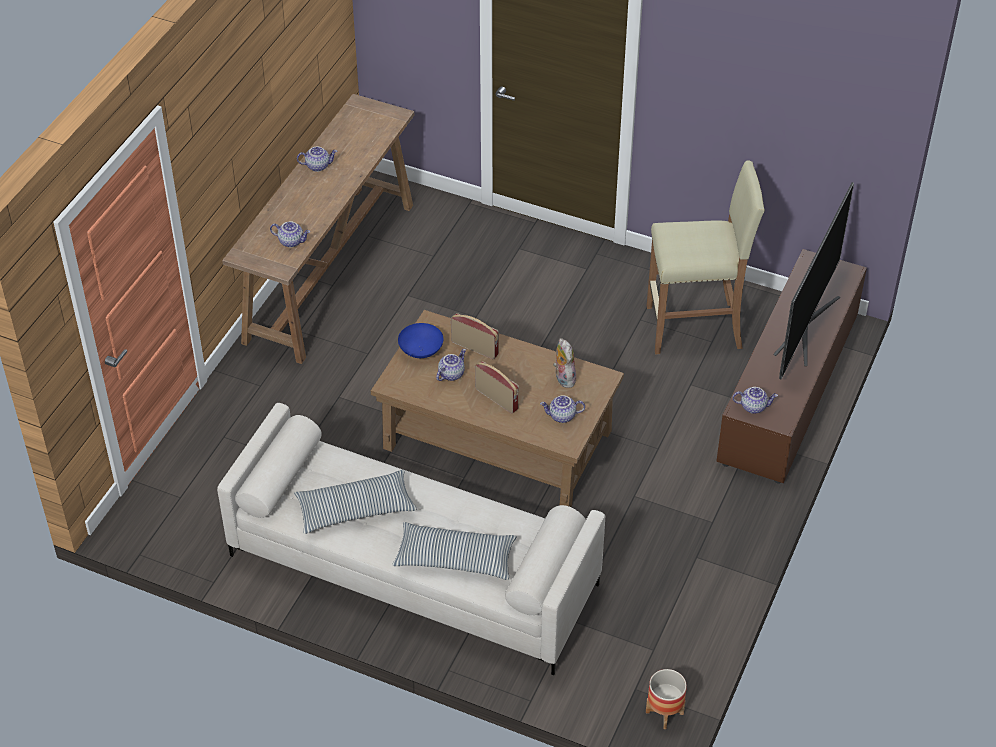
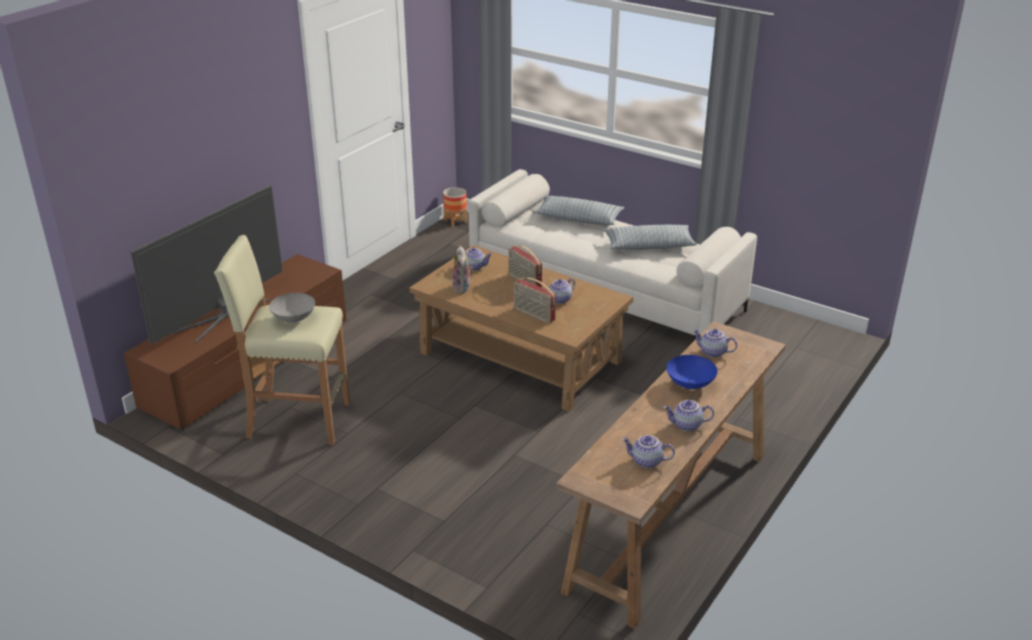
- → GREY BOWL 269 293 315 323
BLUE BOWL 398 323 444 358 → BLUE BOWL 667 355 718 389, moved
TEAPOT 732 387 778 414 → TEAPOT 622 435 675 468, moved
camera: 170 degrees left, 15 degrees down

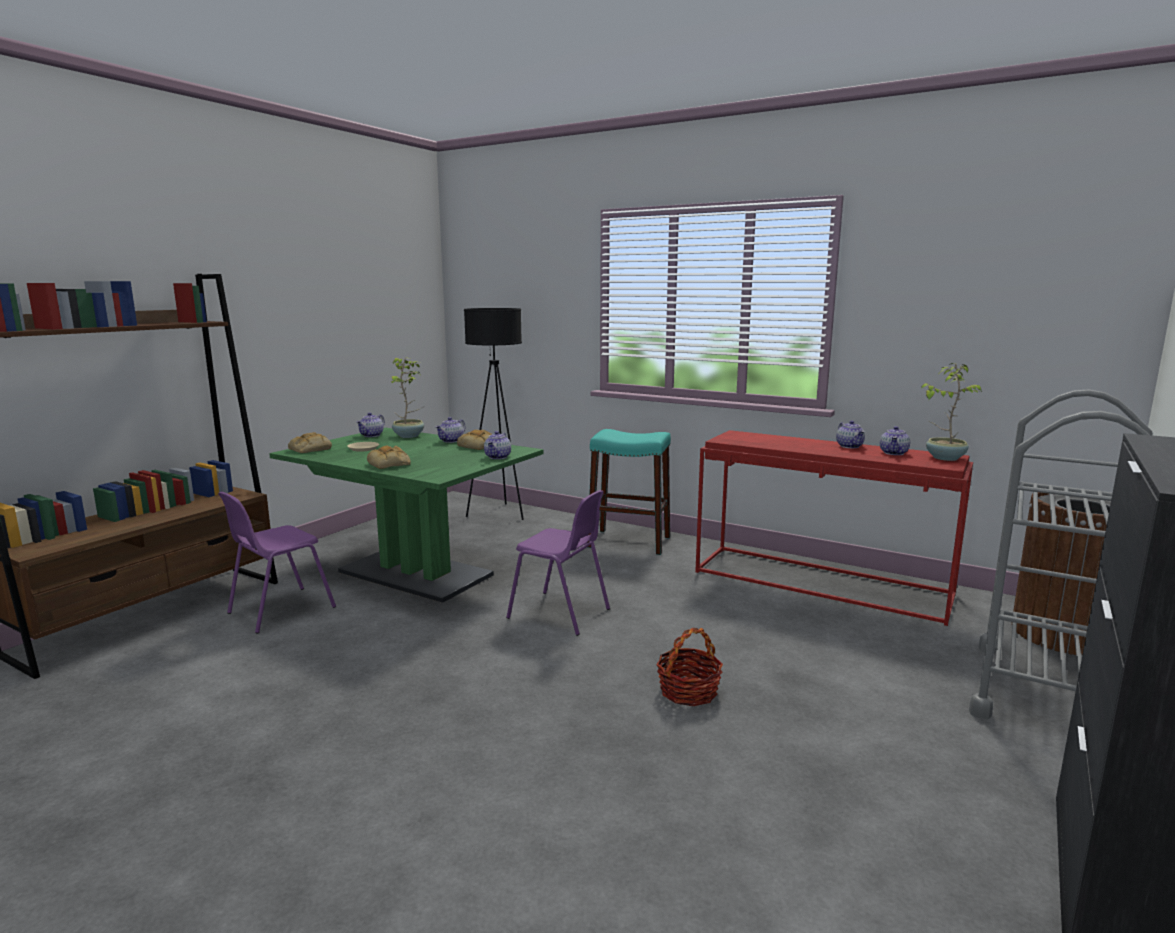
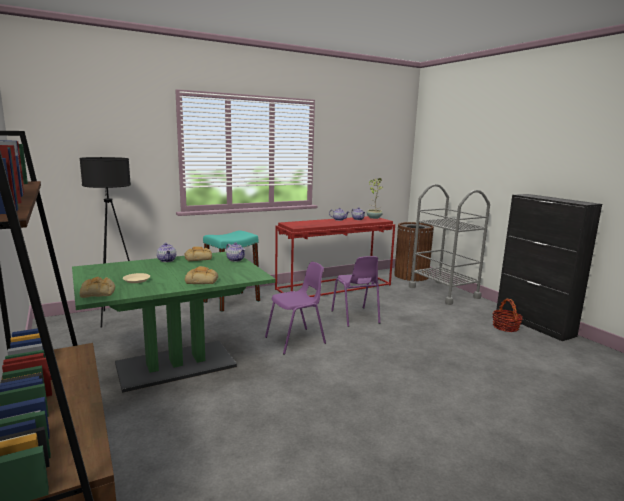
TEAPOT 356 413 385 437 → -
PLANT IN A POT 391 358 424 438 → -
PURPLE CHAIR 218 492 336 633 → PURPLE CHAIR 331 256 380 327, moved
STORAGE BASKET 656 628 723 706 → STORAGE BASKET 492 298 523 332, moved
camera: 60 degrees left, 0 degrees up

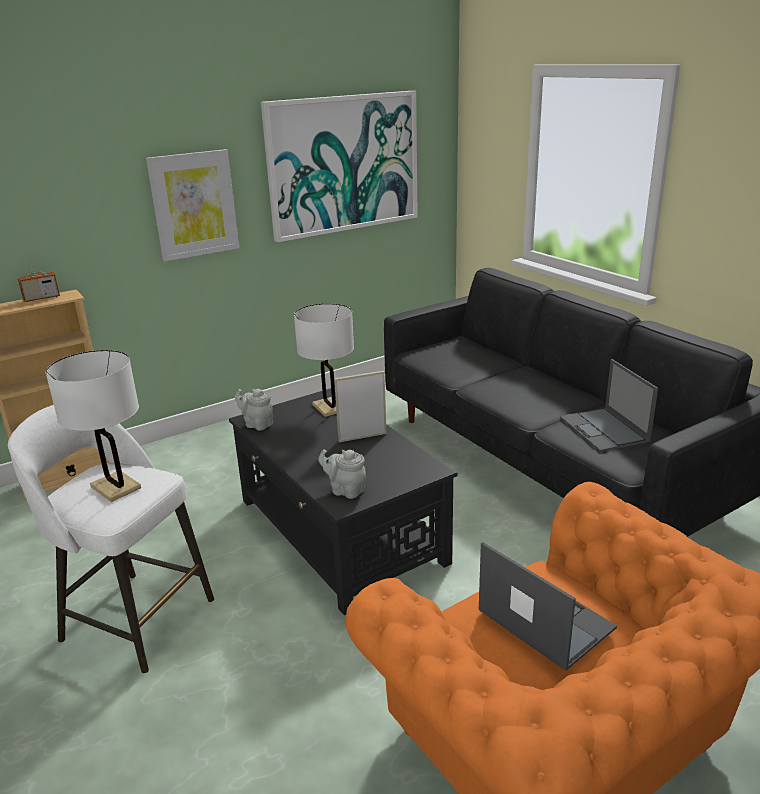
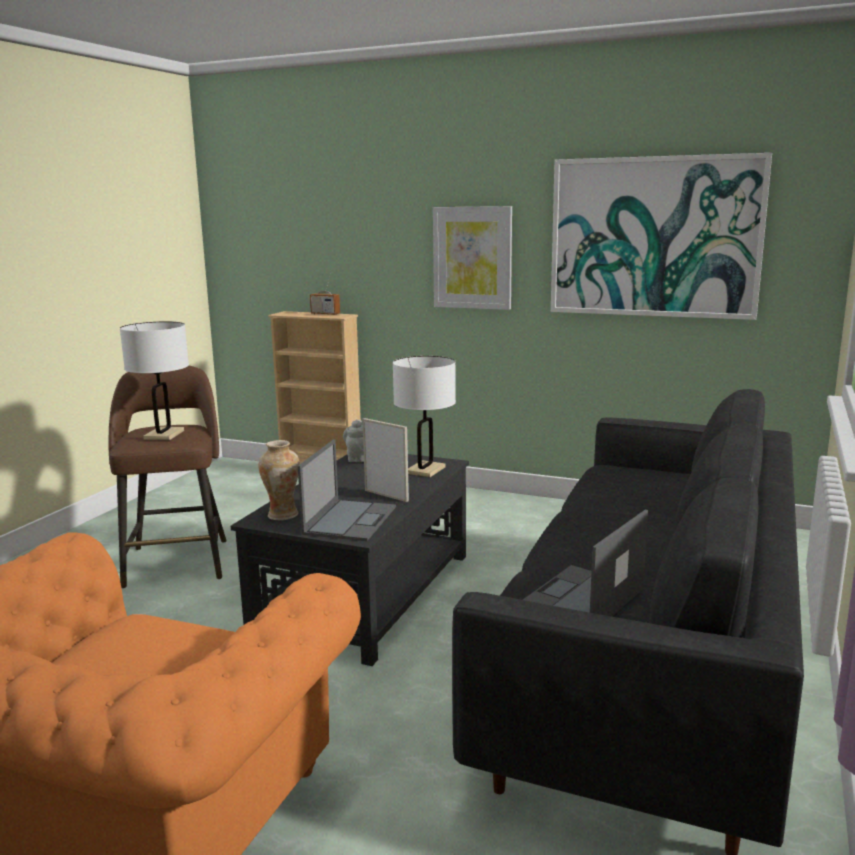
PORTABLE COMPUTER 478 542 617 671 → PORTABLE COMPUTER 298 439 396 541, moved
GREY TEAPOT 318 449 366 499 → VASE 259 440 300 520
WHITE-COLOURED STOOL 8 405 214 673 → BROWN STOOL 109 366 227 588
camera: 55 degrees right, 10 degrees down

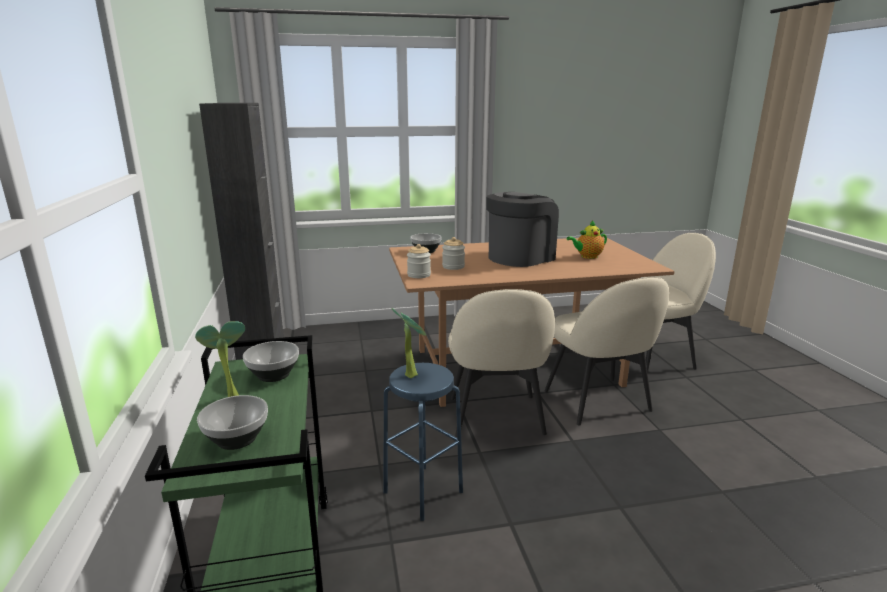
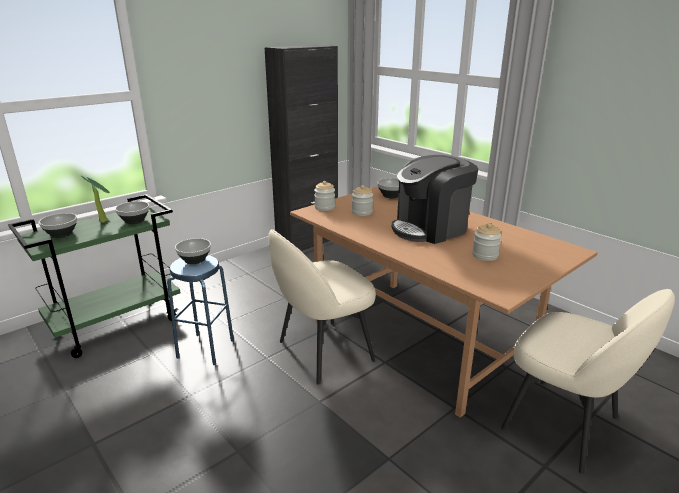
SAND-COLOURED CHAIR 545 277 669 425 → -
PLANT IN A POT 392 308 426 378 → BOWL 175 238 211 264
TEAPOT 567 220 607 259 → JAR 472 223 502 261
COFFEE BREWER 486 192 559 267 → COFFEE BREWER 392 155 478 244, 135 degrees clockwise
camera: 60 degrees right, 5 degrees up

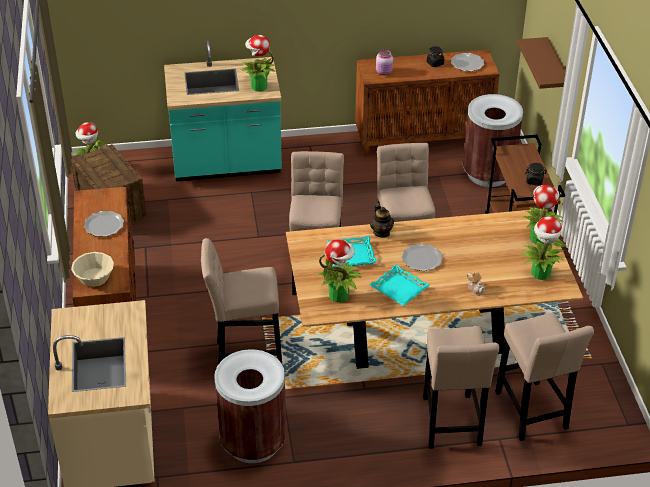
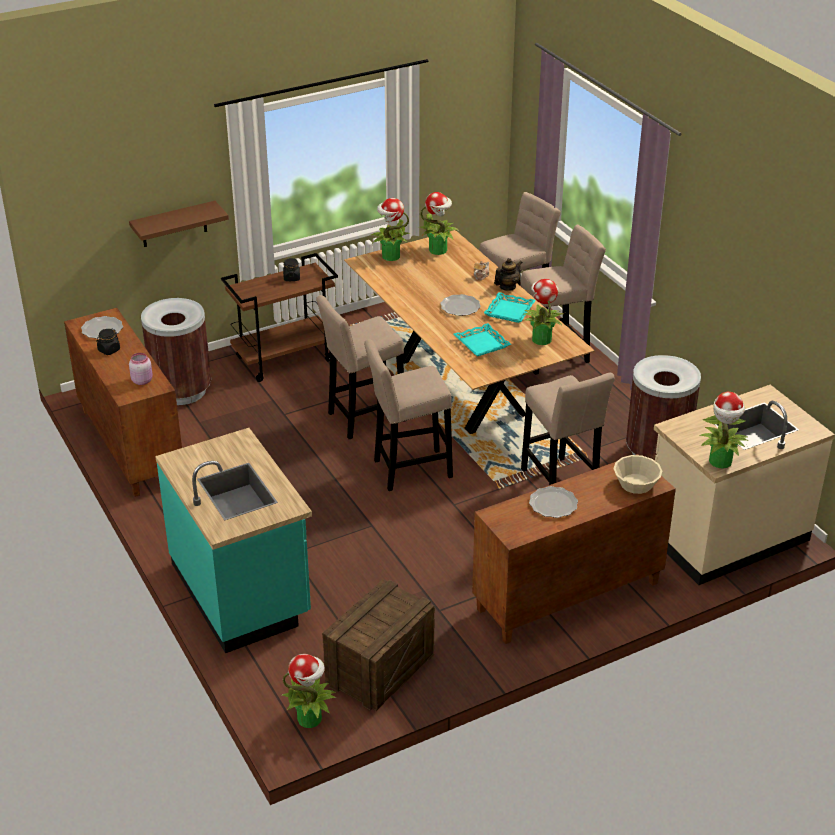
PLANT IN A POT 239 35 276 92 → PLANT IN A POT 699 392 749 468, moved
TEAPOT 370 203 394 238 → TEAPOT 494 258 523 291, moved
camera: 110 degrees left, 5 degrees down

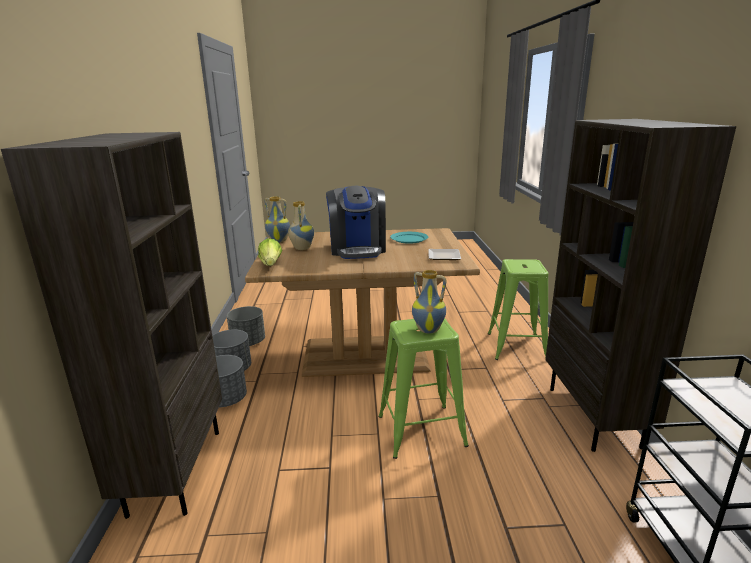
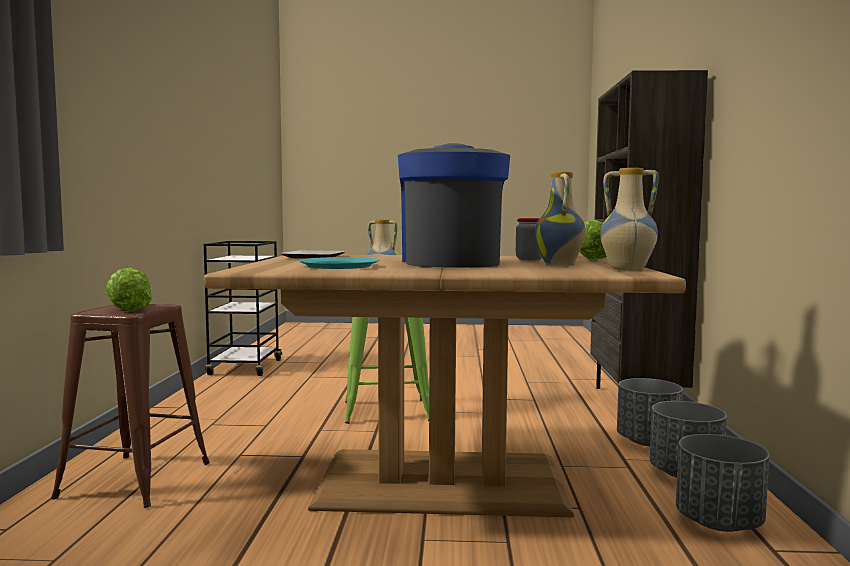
BROWN SHELVING UNIT 545 119 736 452 → -
- → LETTUCE 105 268 152 311
- → JAR 516 218 542 260
GREEN-COLOURED STOOL 488 259 549 360 → BROWN STOOL 51 304 210 508
camera: 175 degrees left, 15 degrees down

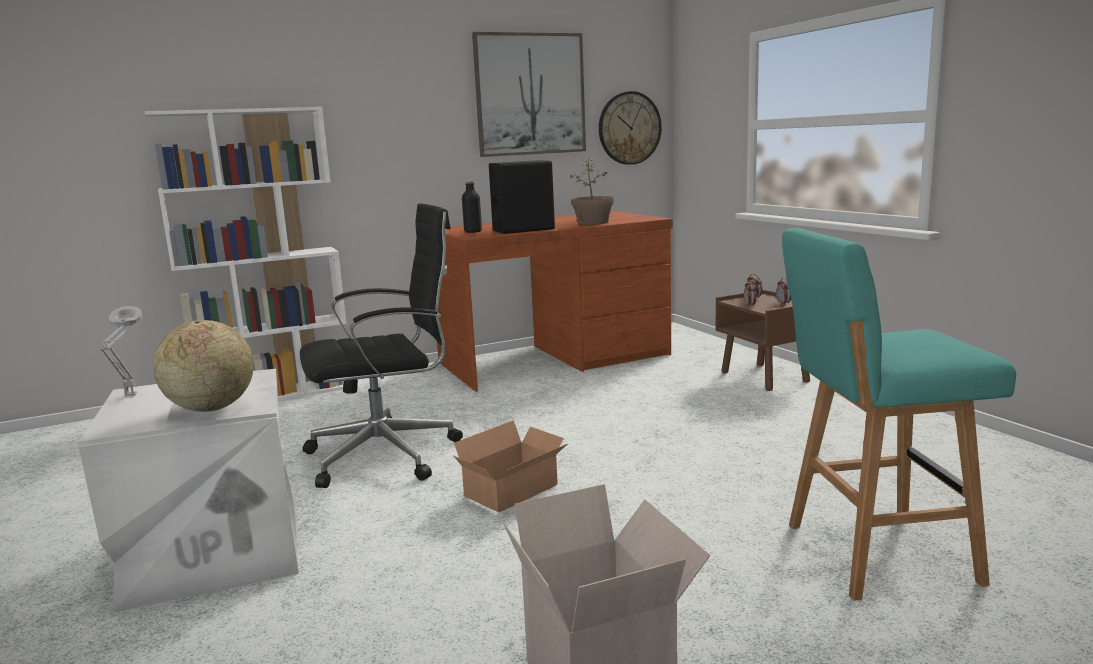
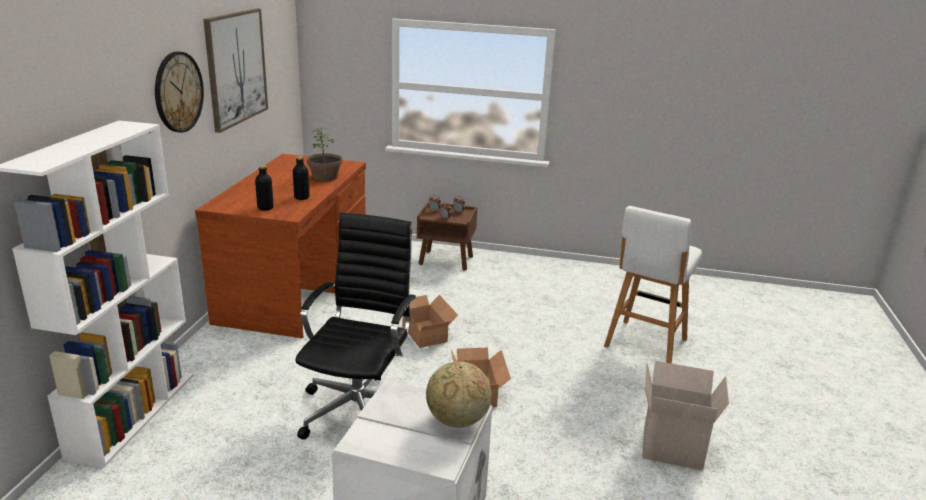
GREY TABLETOP LAMP 100 306 142 397 → -
- → PACKING BOX 402 295 458 348
CLOCK ON THE WALL 599 91 662 165 → CLOCK ON THE WALL 155 51 204 133, moved
BLACKISH LOUDSPEAKER 489 160 555 234 → BLACKISH BEVERAGE BOTTLE 293 156 310 200
TURQUOISE-COLOURED STOOL 782 228 1016 601 → WHITE-COLOURED STOOL 604 206 702 364
camera: 55 degrees left, 10 degrees up

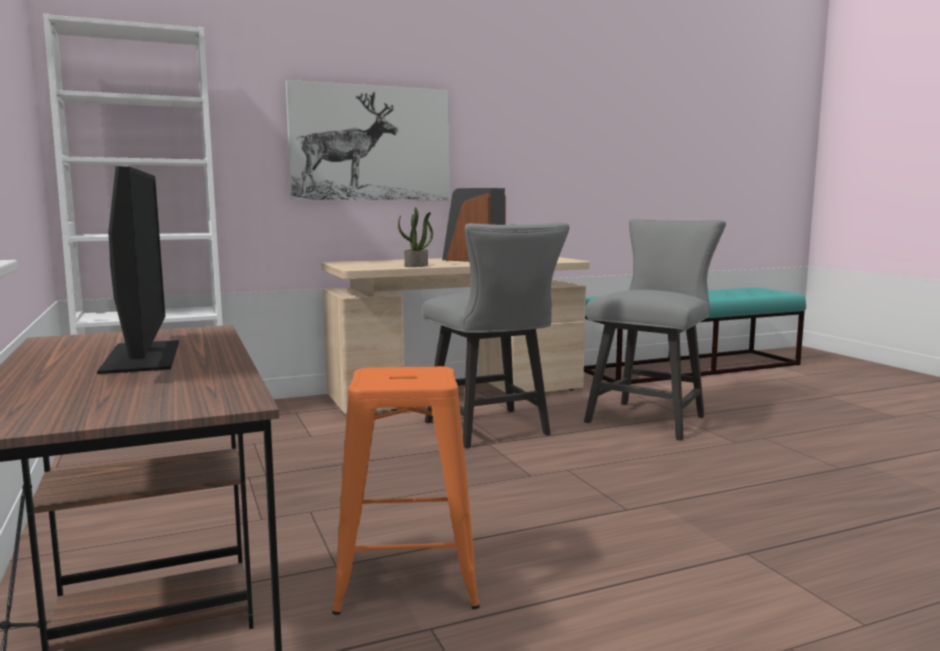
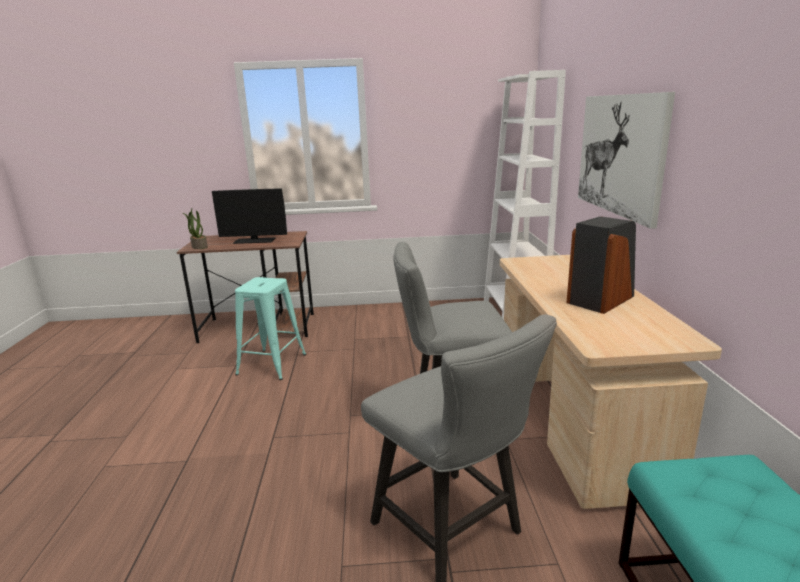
PLANT IN A POT 398 207 433 267 → PLANT IN A POT 183 208 208 249, moved
ORANGE-COLOURED STOOL 332 366 480 615 → TURQUOISE-COLOURED STOOL 235 277 306 380
camera: 110 degrees right, 10 degrees up

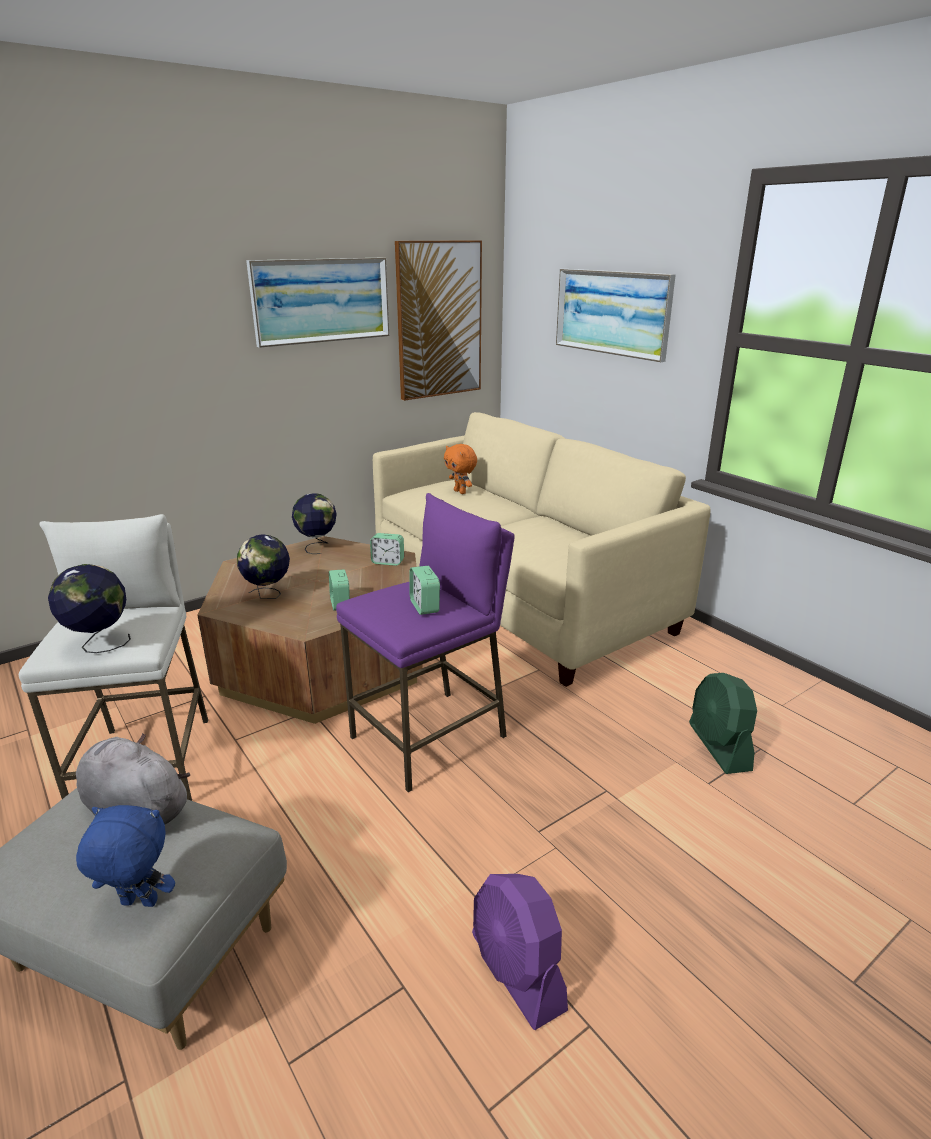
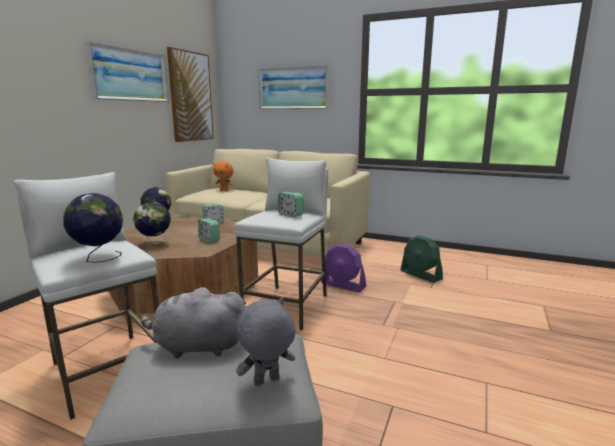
PURPLE FAN 472 874 568 1030 → PURPLE FAN 321 243 366 292, moved
BLUE CUDDLY TOY 76 805 175 907 → GREY CUDDLY TOY 236 298 295 386
PURPLE STOOL 336 493 515 792 → WHITE-COLOURED STOOL 234 157 328 330
camera: 30 degrees left, 10 degrees down

